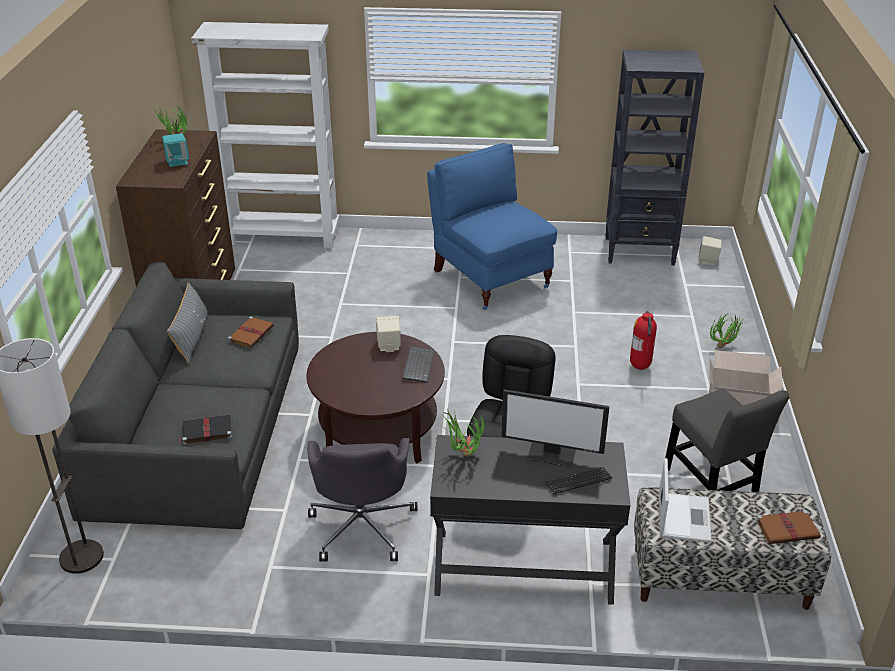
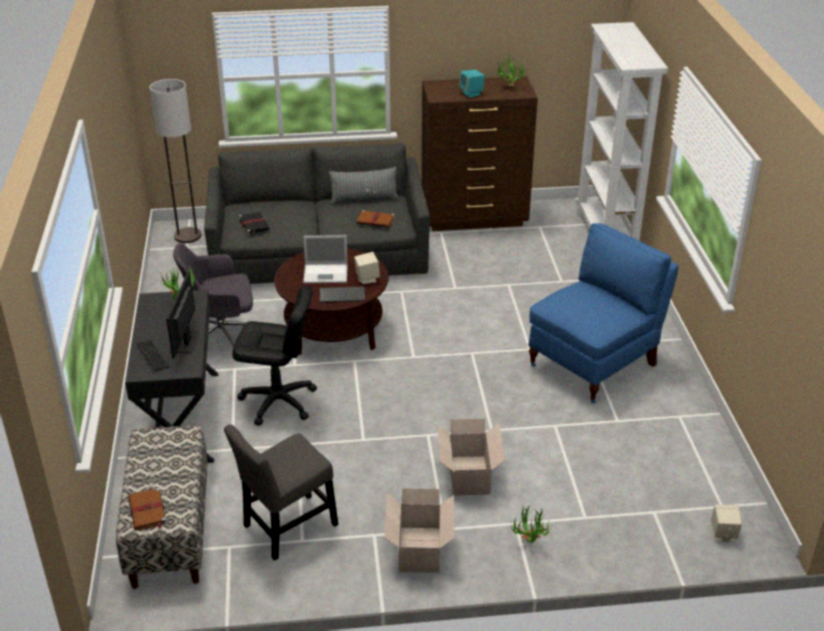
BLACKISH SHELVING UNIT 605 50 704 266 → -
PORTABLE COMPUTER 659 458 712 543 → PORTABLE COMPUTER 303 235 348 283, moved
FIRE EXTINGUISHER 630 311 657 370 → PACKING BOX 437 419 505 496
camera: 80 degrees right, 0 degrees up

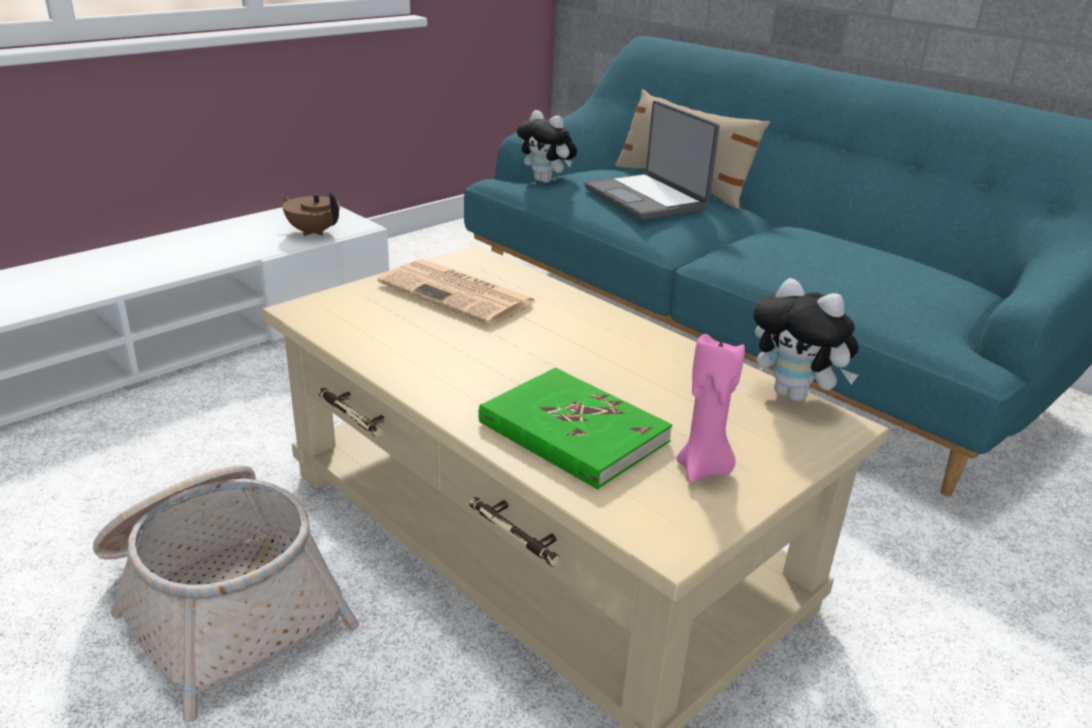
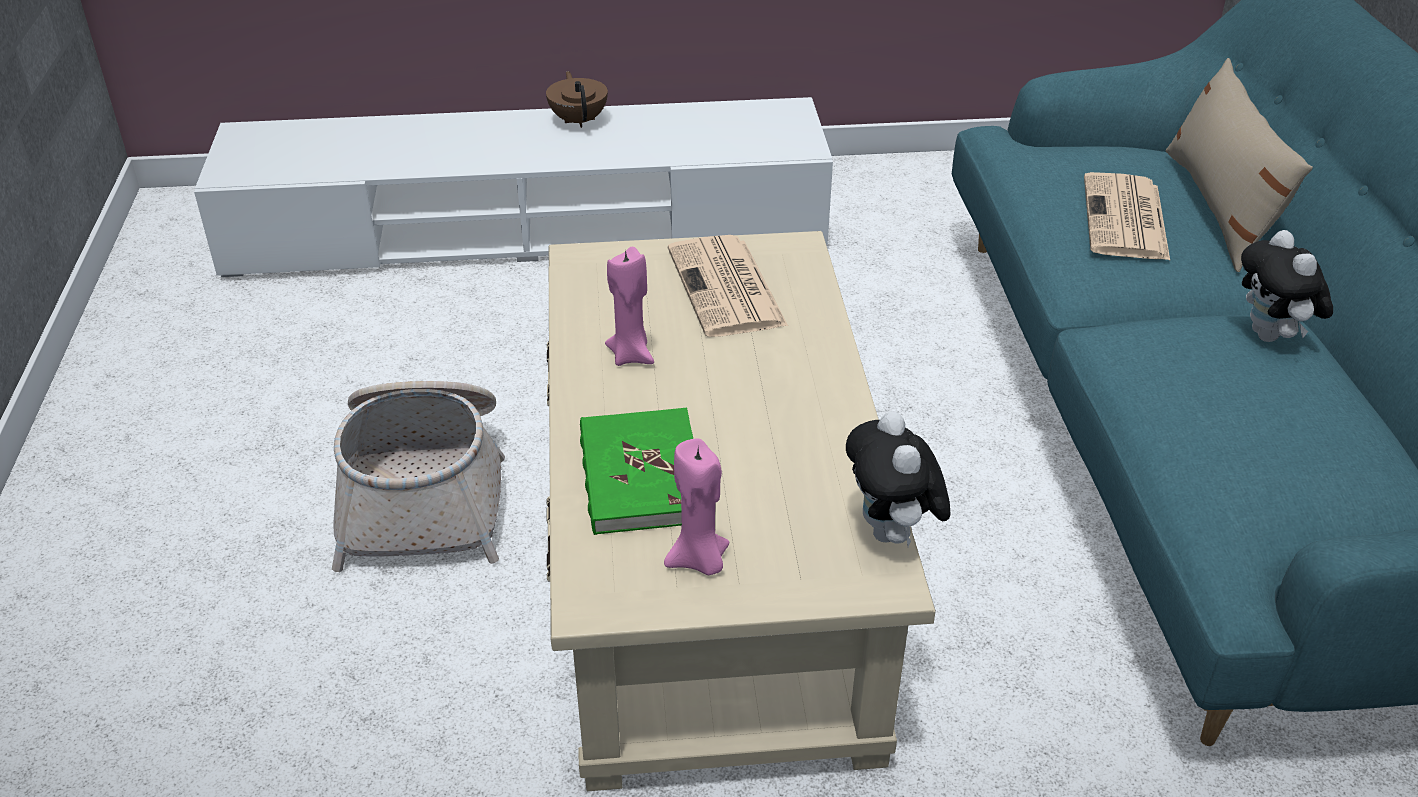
- → PINKISH WAX CANDLE 605 247 654 366
BROWN TEAPOT 282 192 340 236 → BROWN TEAPOT 546 71 608 128, moved
CUDDLY TOY 517 110 577 183 → CUDDLY TOY 1241 230 1333 342, moved
PORTABLE COMPUTER 585 101 720 220 → PRINTED PAPER 1084 172 1170 260
camera: 40 degrees right, 10 degrees up

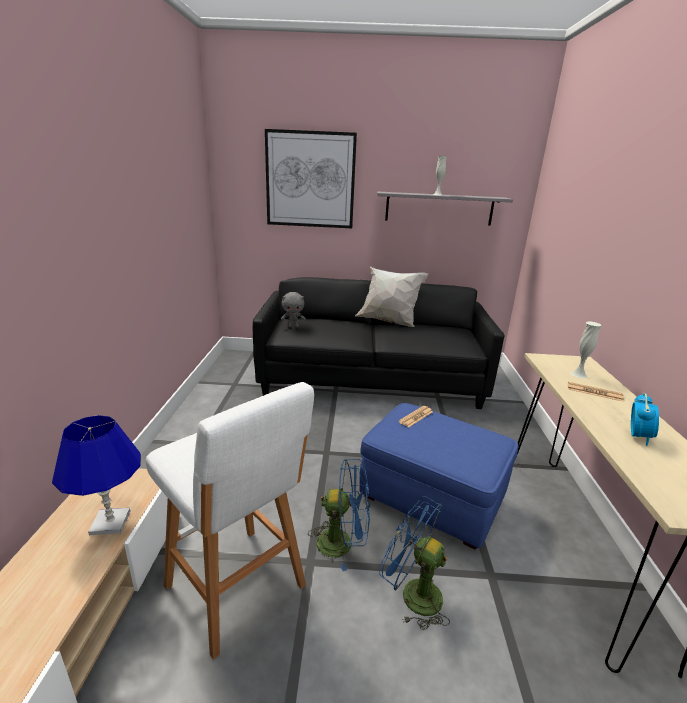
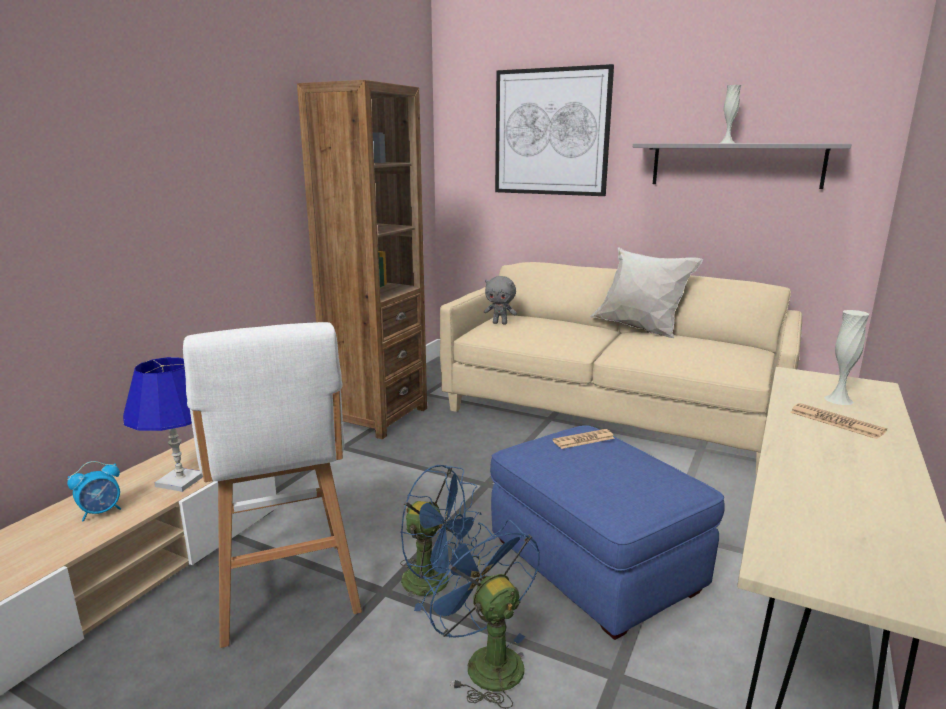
- → BROWN SHELVING UNIT 297 80 427 439
TABLE CLOCK 631 393 659 446 → TABLE CLOCK 67 461 121 521, moved
BLACKISH COUCH 253 277 504 409 → SAND-COLOURED COUCH 440 262 802 474
camera: 25 degrees right, 5 degrees down

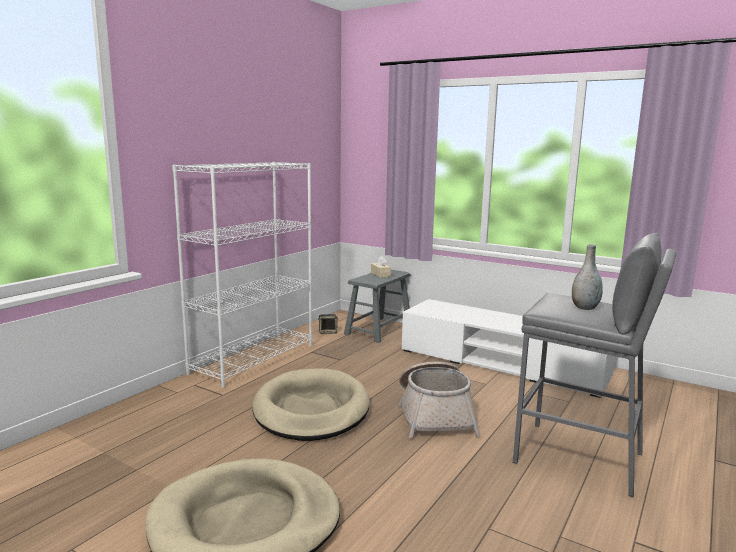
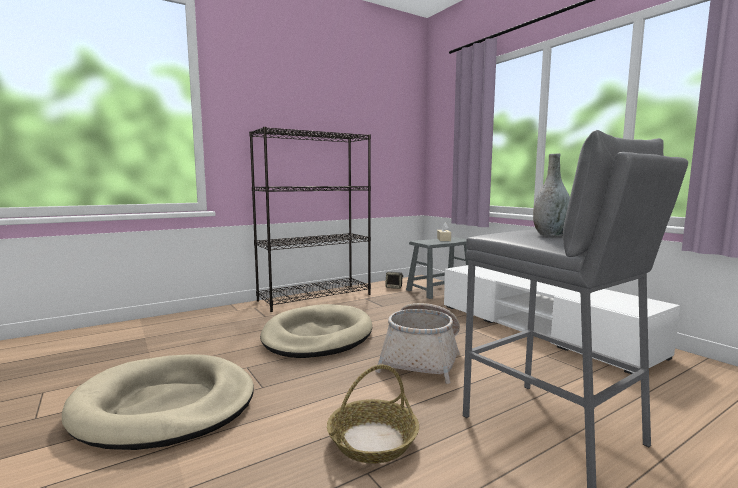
- → STORAGE BASKET 327 365 419 464
WHITE-COLOURED SHELVING UNIT 172 162 312 388 → BLACKISH SHELVING UNIT 249 127 371 312
camera: 25 degrees right, 5 degrees down

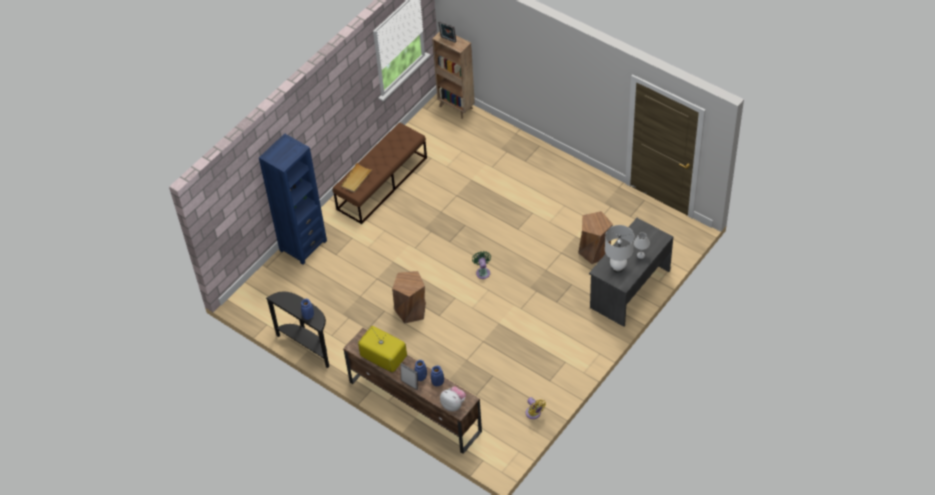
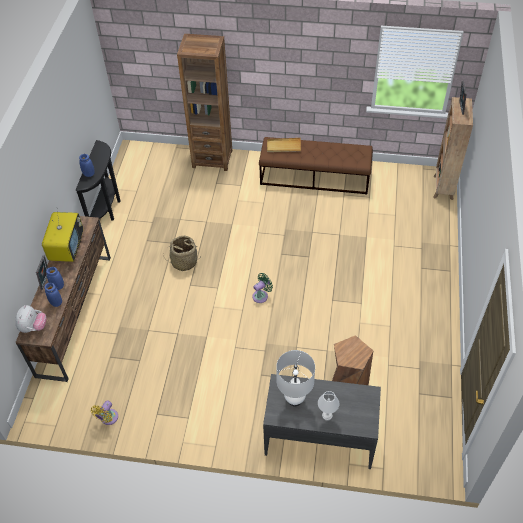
BROWN STOOL 392 271 426 324 → STORAGE BASKET 163 236 198 271
BLUE SHELVING UNIT 259 134 327 265 → BROWN SHELVING UNIT 177 34 232 171
camera: 60 degrees right, 0 degrees up

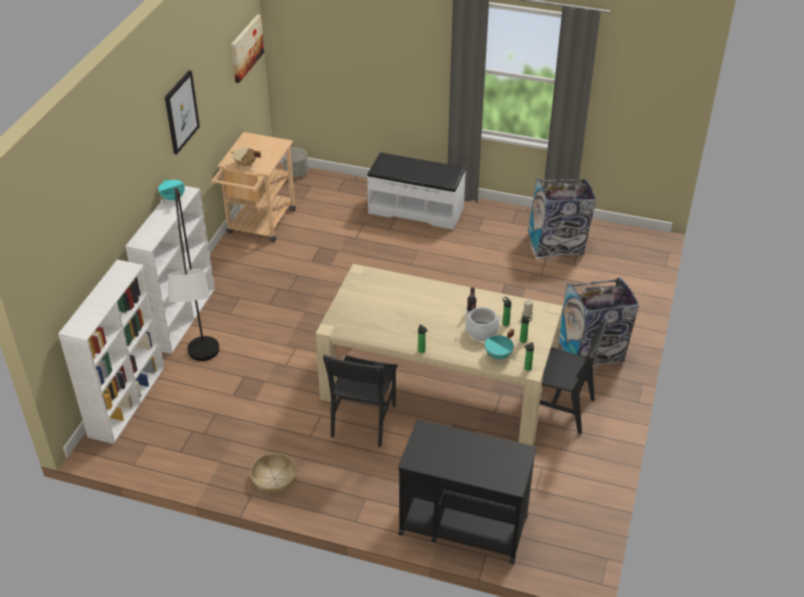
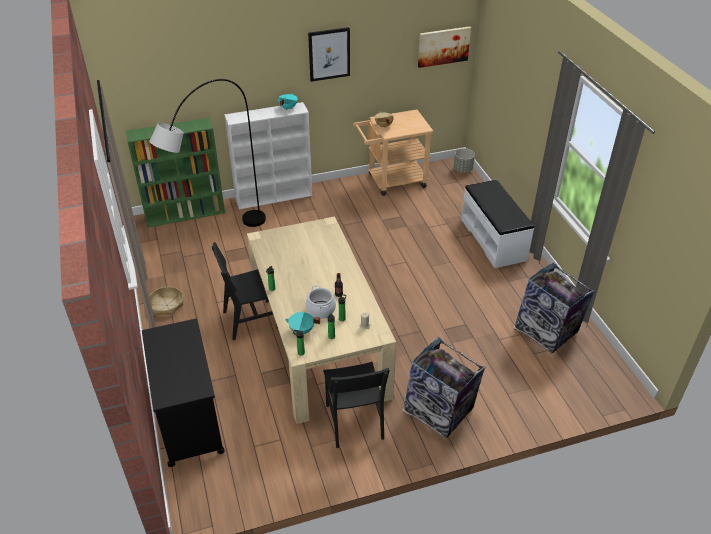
WHITE-COLOURED SHELVING UNIT 58 260 165 444 → GREEN-COLOURED SHELVING UNIT 126 118 225 227
camera: 55 degrees right, 0 degrees up

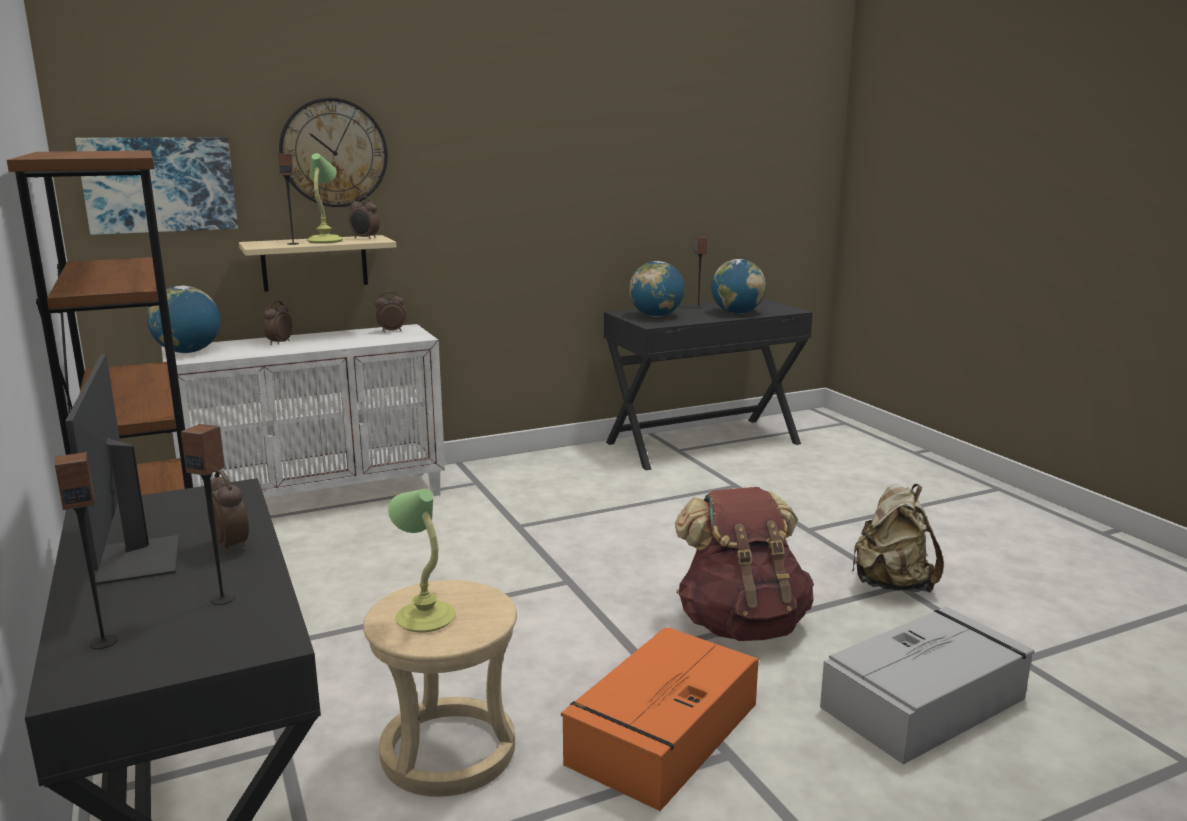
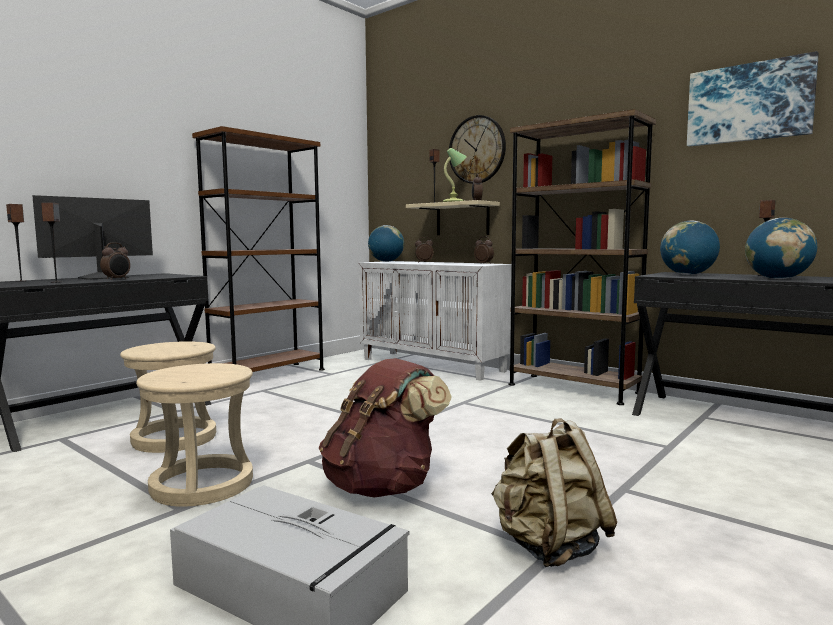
TABLETOP LAMP 388 489 456 632 → -
- → BROWN SHELVING UNIT 508 109 656 405
WALL ART 75 137 238 235 → WALL ART 687 51 819 146, moved
ORANGE-COLOURED STORAGE BOX 561 628 759 811 → SAND-COLOURED STOOL 136 363 253 507
camera: 65 degrees right, 10 degrees down

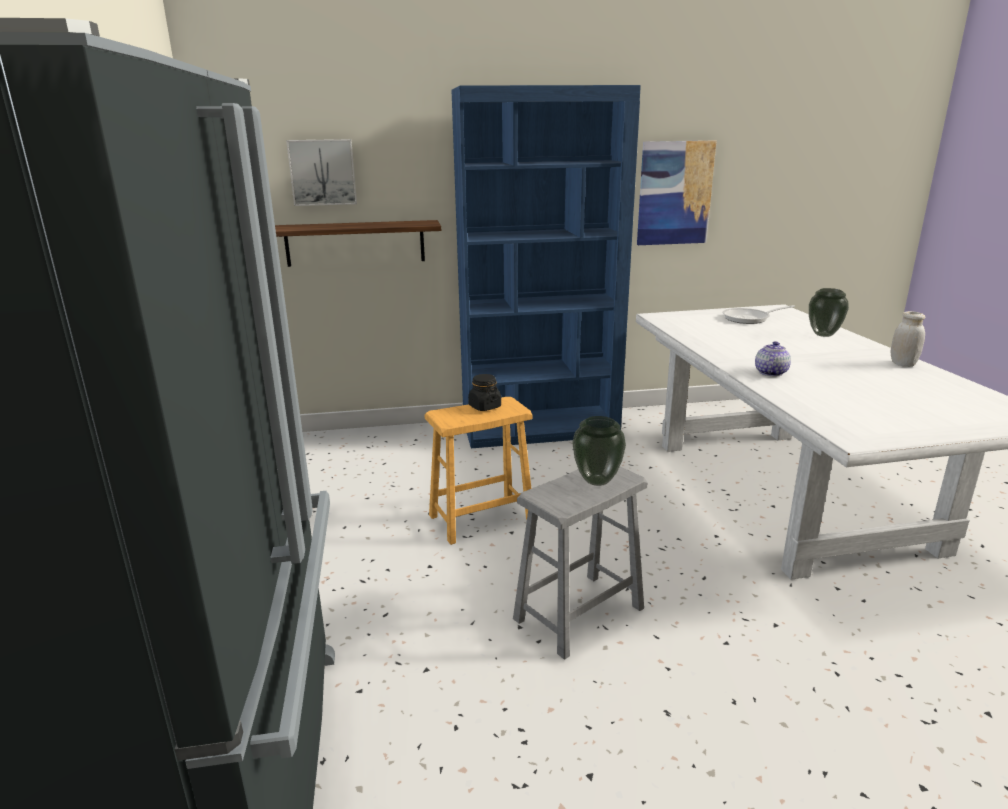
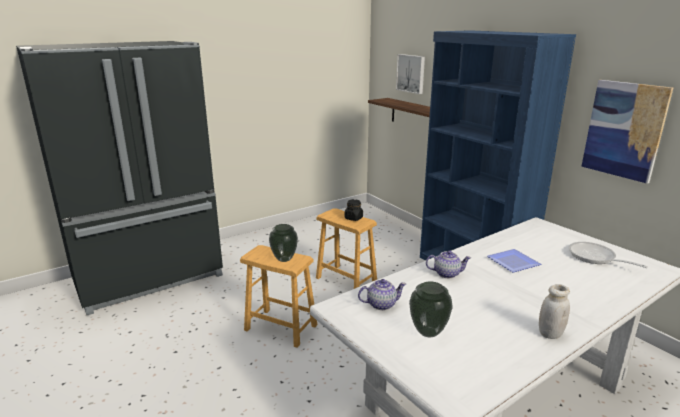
- → TEAPOT 358 279 406 310
- → PLATE 487 249 542 273
VASE 809 288 849 337 → VASE 409 282 452 337, moved
GREY STOOL 513 466 648 660 → BROWN STOOL 240 245 318 348
camera: 65 degrees right, 0 degrees up

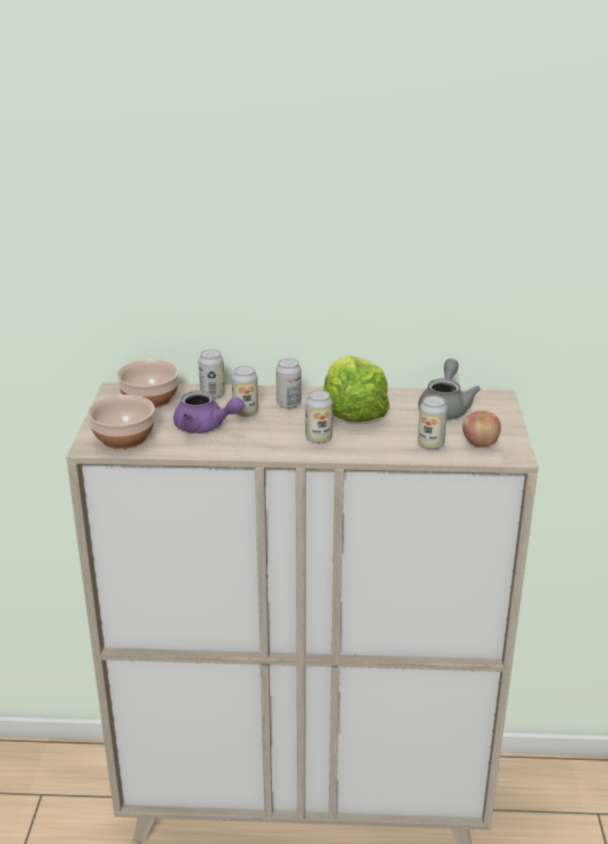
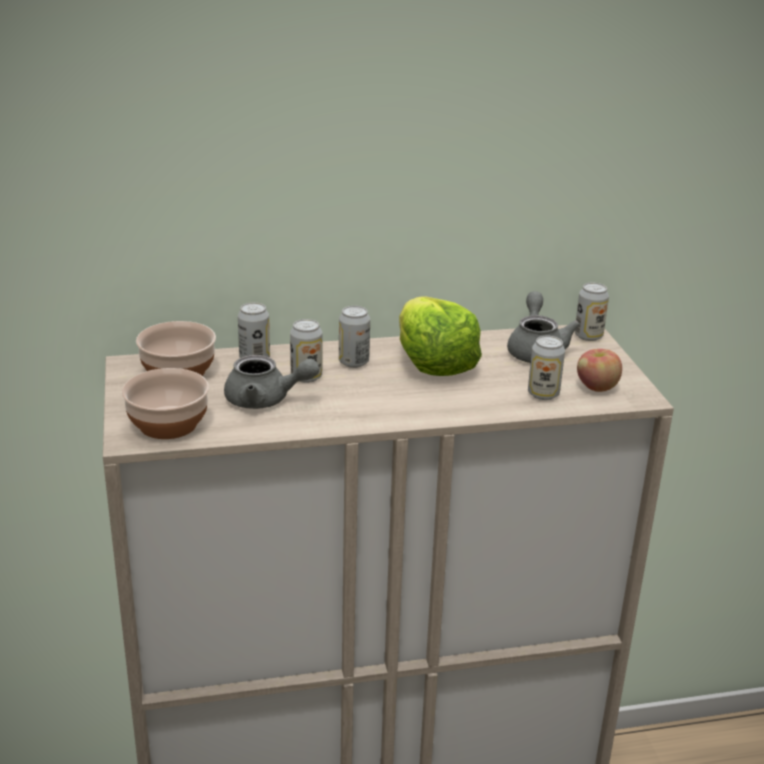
SEALED CAN 306 390 333 443 → SEALED CAN 575 283 609 341, moved
PURPLE TEAPOT 173 391 244 433 → GREY TEAPOT 224 355 319 409
camera: 15 degrees left, 0 degrees up

